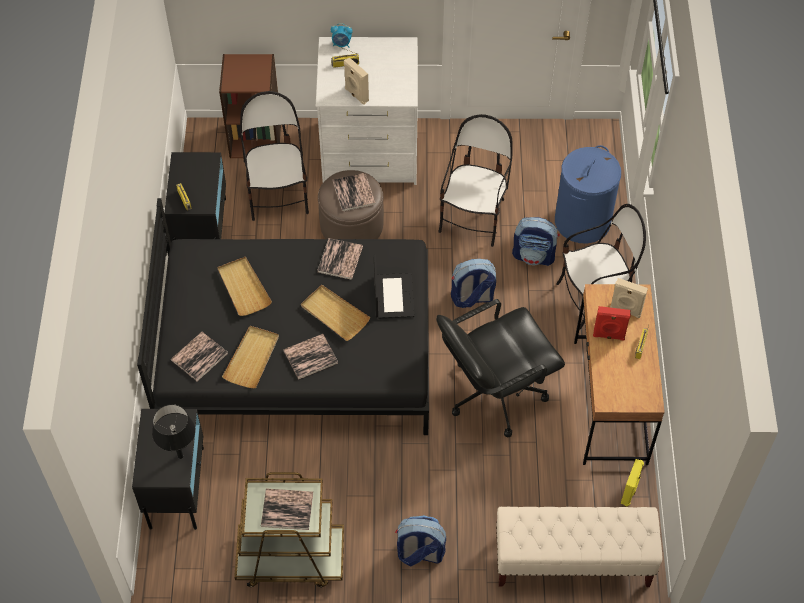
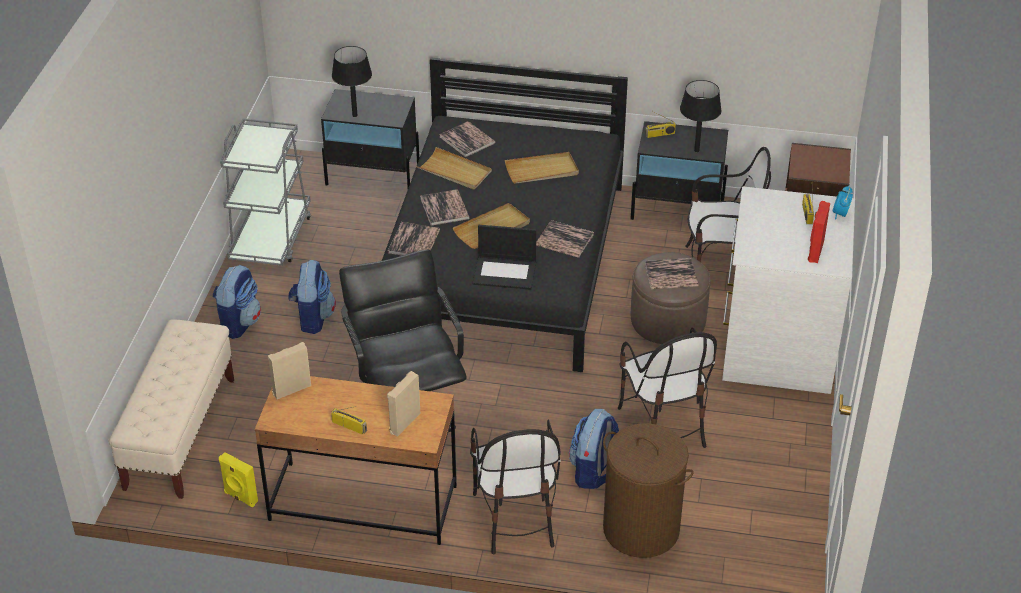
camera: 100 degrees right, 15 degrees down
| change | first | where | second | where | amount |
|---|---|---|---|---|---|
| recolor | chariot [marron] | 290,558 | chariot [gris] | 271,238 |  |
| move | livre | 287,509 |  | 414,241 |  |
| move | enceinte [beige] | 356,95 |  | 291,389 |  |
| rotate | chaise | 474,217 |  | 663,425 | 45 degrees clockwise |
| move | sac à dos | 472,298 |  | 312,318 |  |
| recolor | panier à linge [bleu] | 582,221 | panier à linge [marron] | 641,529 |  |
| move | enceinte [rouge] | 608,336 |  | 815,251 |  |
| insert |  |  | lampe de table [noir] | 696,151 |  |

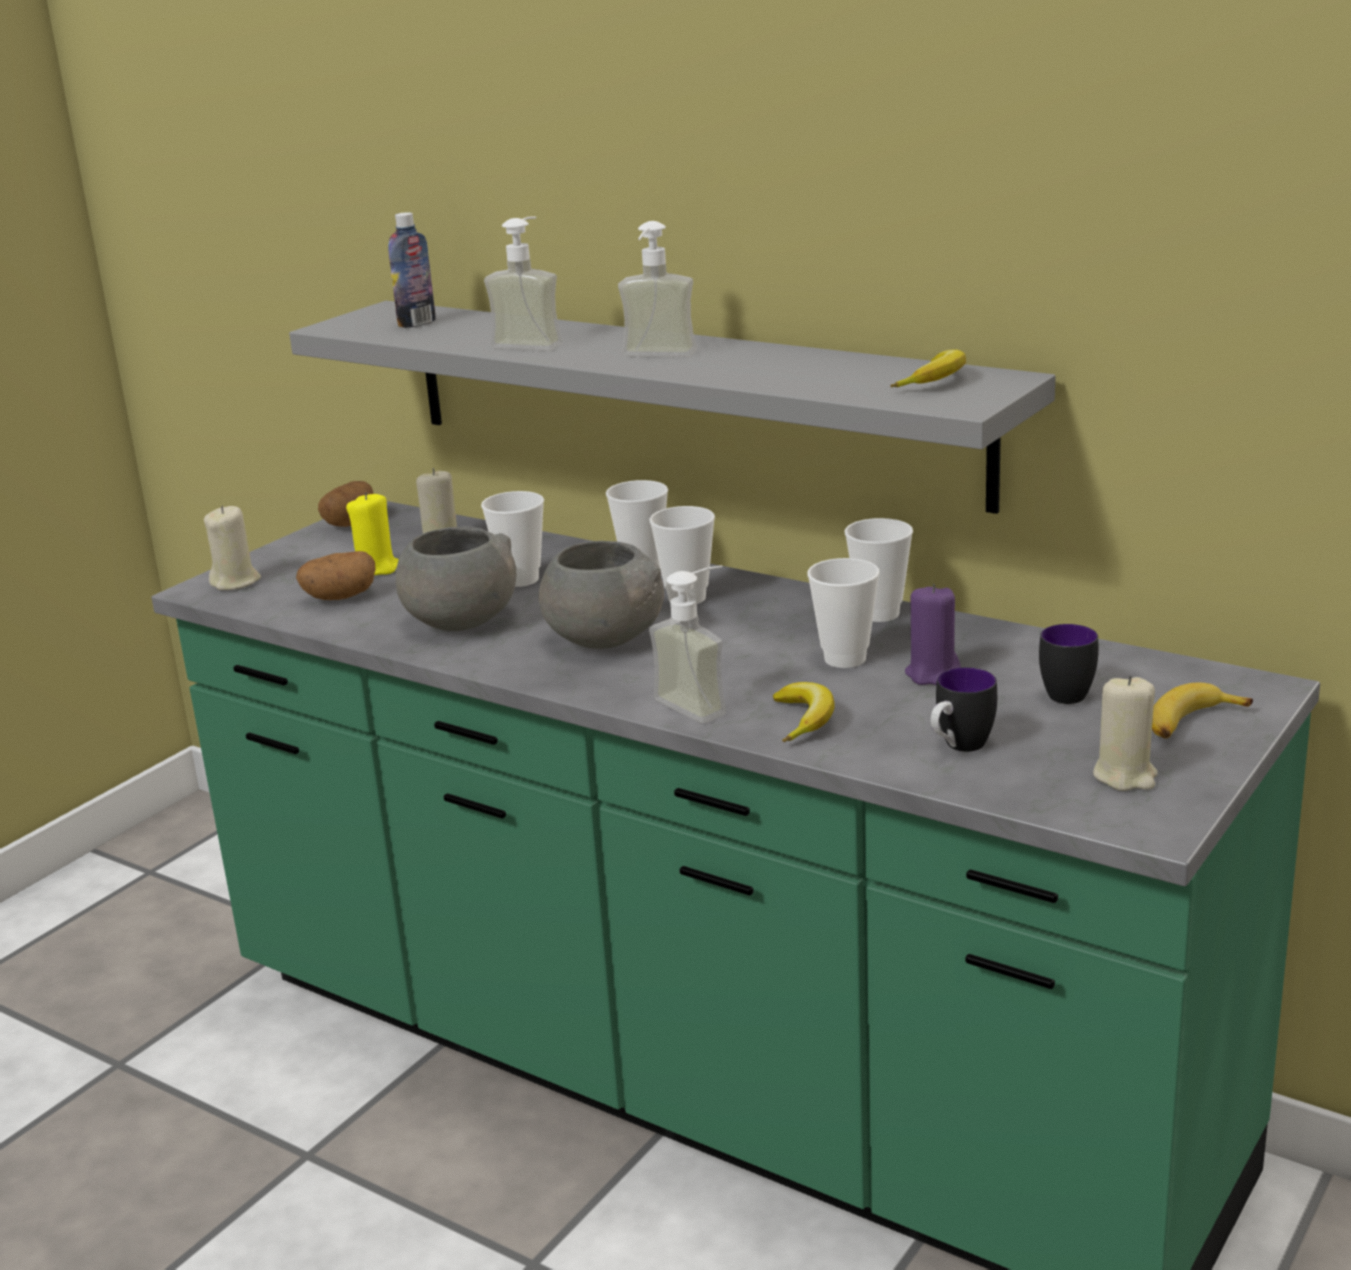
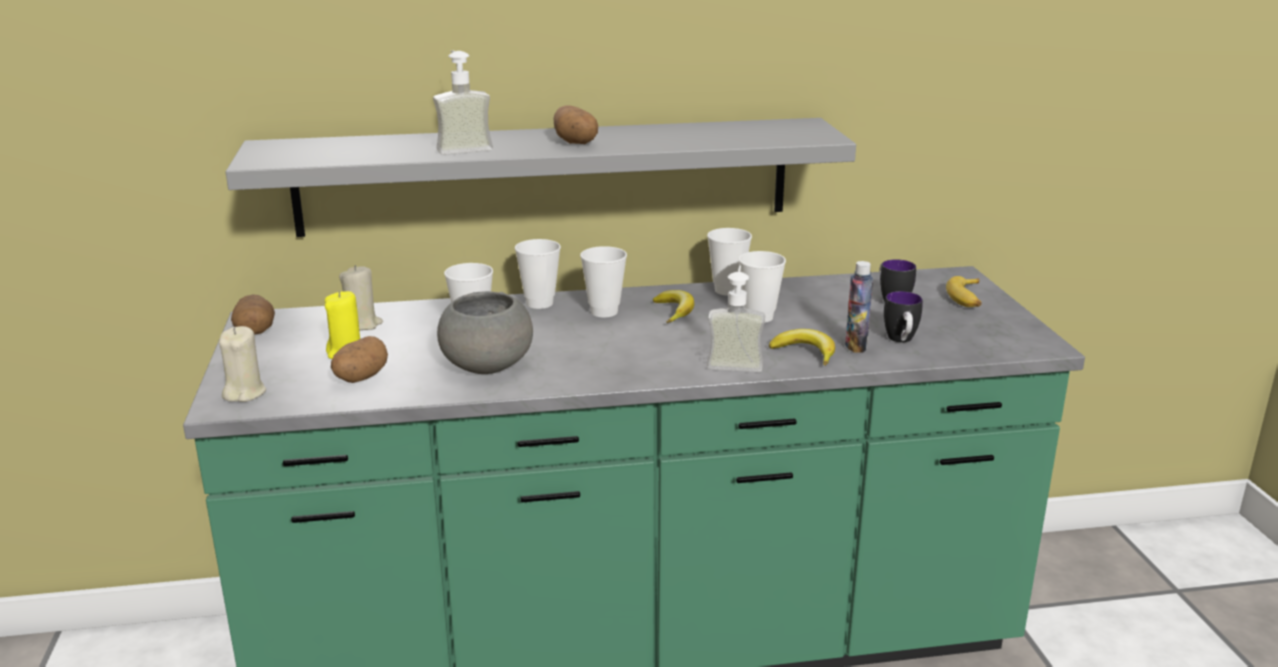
camera: 45 degrees left, 0 degrees up
| change | first | where | second | where | amount |
|---|---|---|---|---|---|
| move | bouteille | 417,323 |  | 856,346 |  |
| delete | bol [gris] | 603,639 |  |  |  |
| replace | distributeur de savon | 655,358 | pomme de terre | 576,143 |  |
| move | banane | 935,381 |  | 674,312 |  |
| delete | bougie [violet] | 933,674 |  |  |  |
| delete | bougie [beige] | 1125,776 |  |  |  |

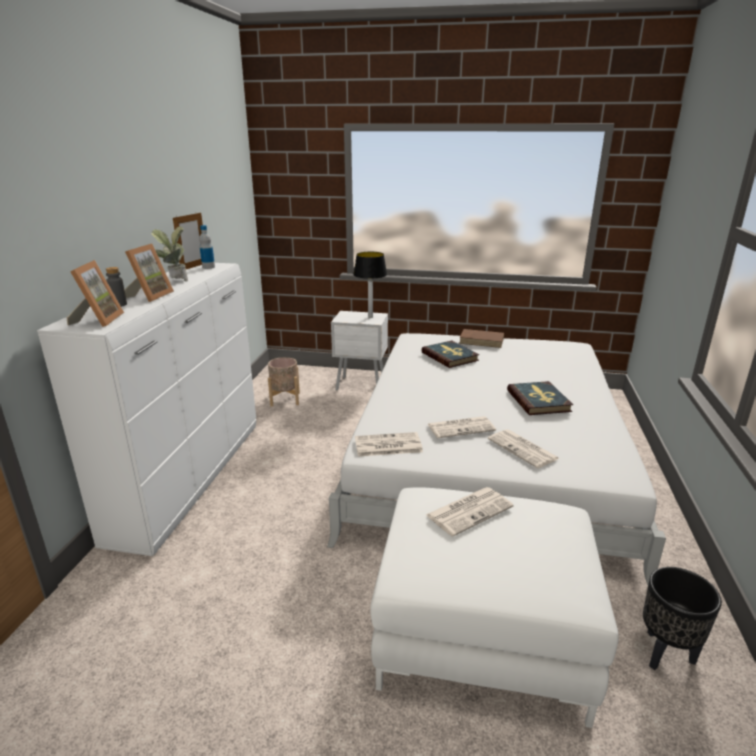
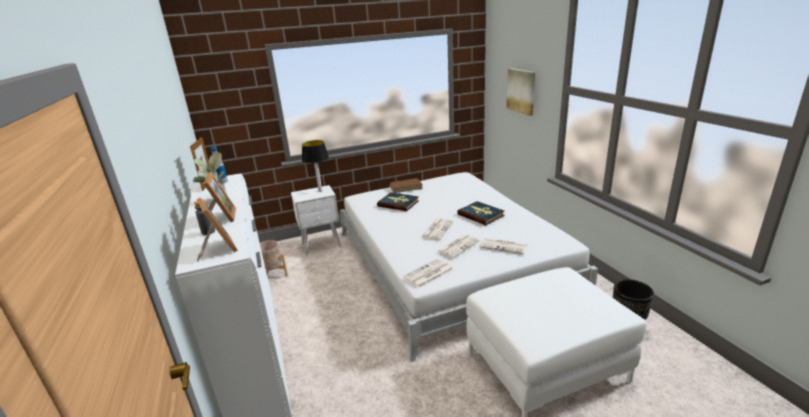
camera: 30 degrees left, 0 degrees up
| change | first | where | second | where | amount |
|---|---|---|---|---|---|
| move | journal | 470,510 |  | 437,229 |  |
| insert |  |  | tableau | 521,91 |  |

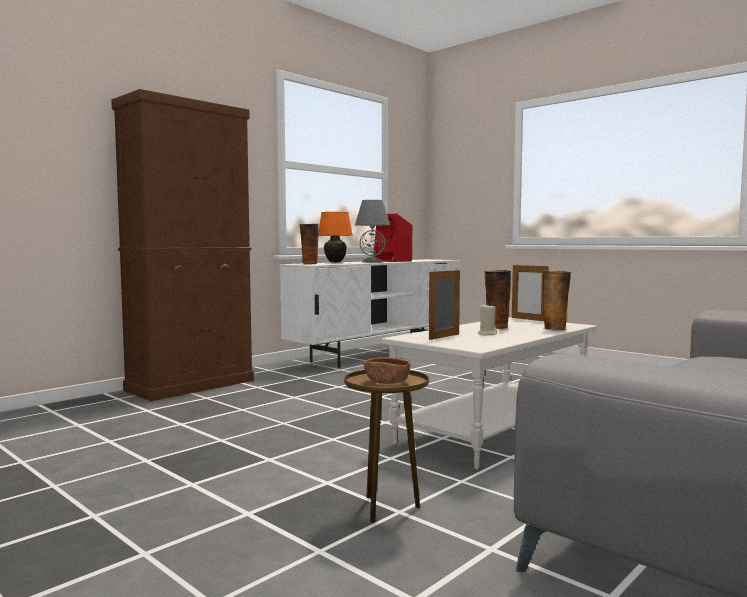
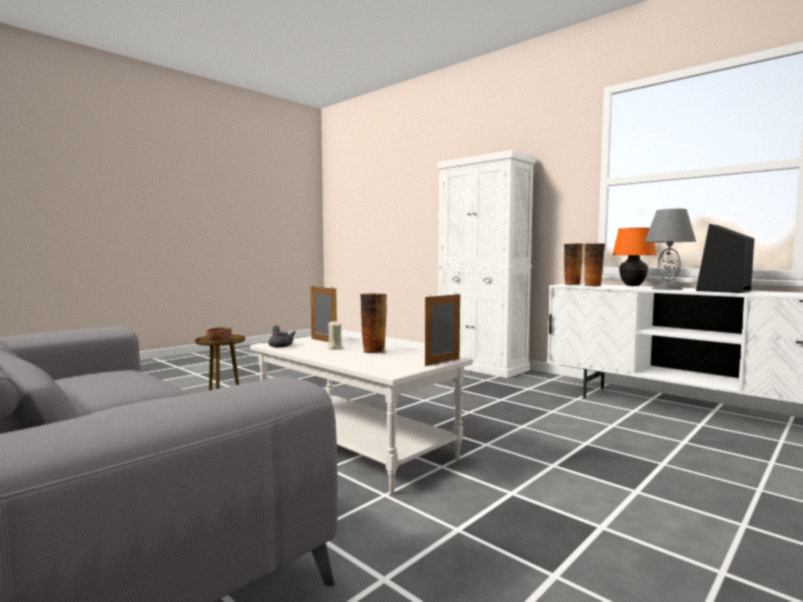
camera: 90 degrees right, 0 degrees up
| change | first | where | second | where | amount |
|---|---|---|---|---|---|
| recolor | meuble de rangement [marron] | 191,385 | meuble de rangement [blanc] | 482,367 |  |
| recolor | enceinte [rouge] | 393,261 | enceinte [noir] | 723,291 |  |
| move | vase | 555,329 |  | 593,286 |  |
| insert |  |  | théière [gris] | 280,345 |  |

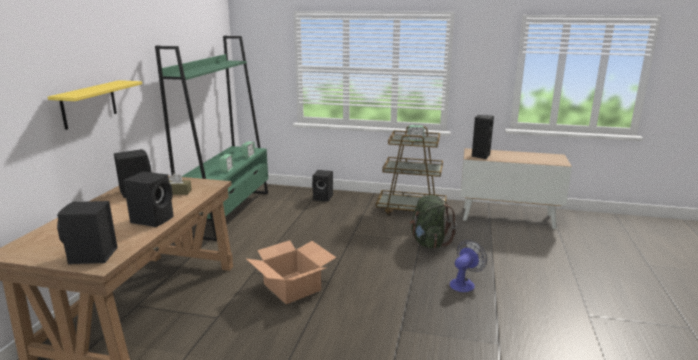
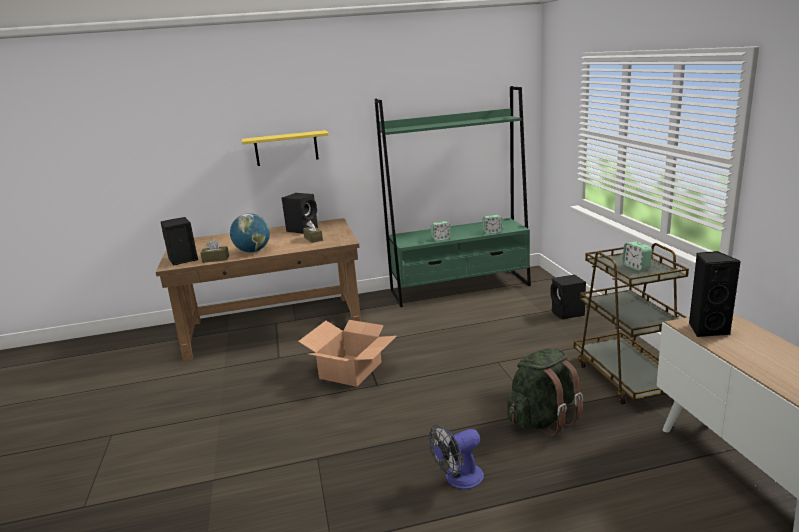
camera: 65 degrees right, 0 degrees up
| change | first | where | second | where | amount |
|---|---|---|---|---|---|
| replace | enceinte [noir] | 153,219 | globe | 253,251 |  |
| rotate | ventilateur | 464,283 |  | 458,479 | 135 degrees clockwise |
| insert |  |  | boîte à mouchoirs [marron] | 215,259 |  |

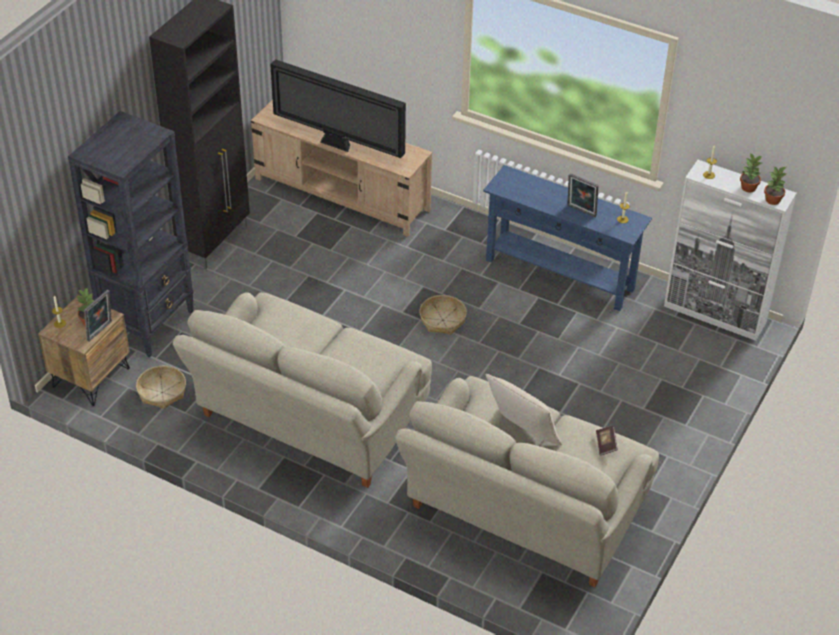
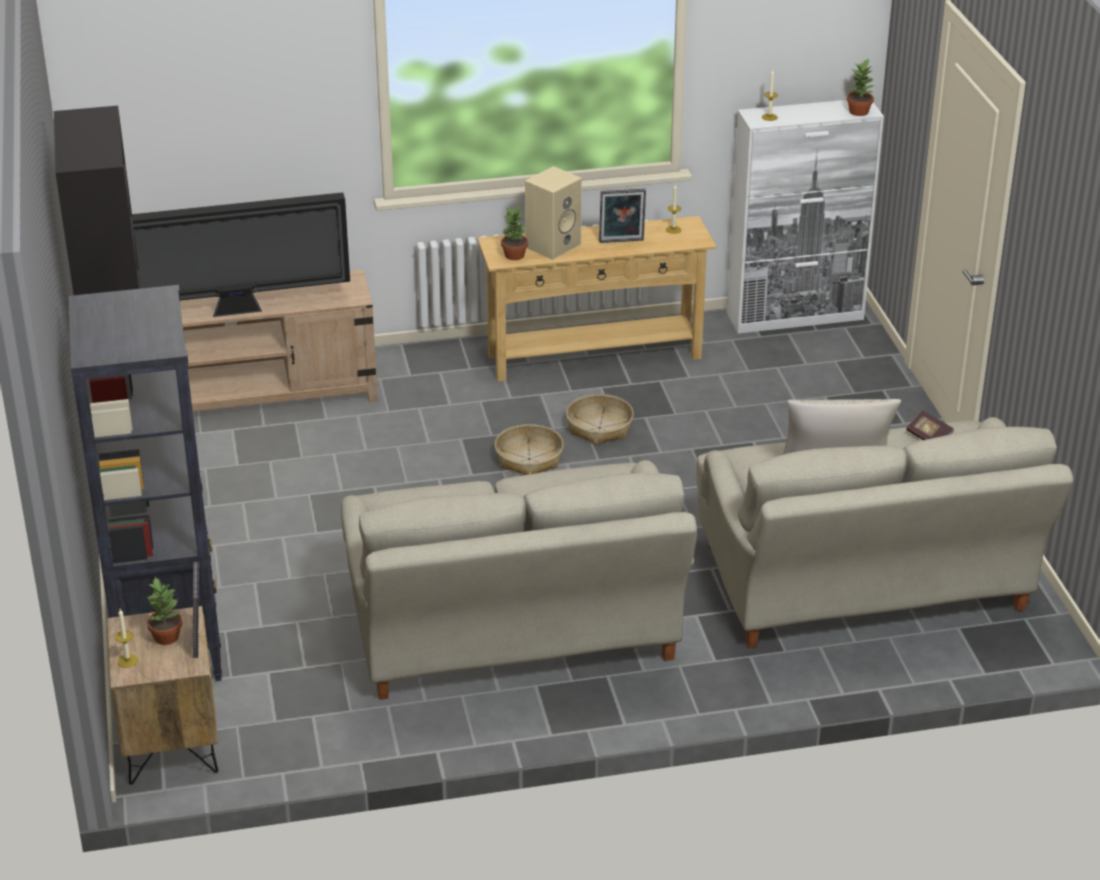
camera: 40 degrees left, 10 degrees down
| change | first | where | second | where | amount |
|---|---|---|---|---|---|
| move | panier | 162,392 |  | 599,428 |  |
| recolor | table console [bleu] | 560,274 | table console [beige] | 594,356 |  |
| move | plante en pot | 748,188 |  | 515,255 |  |
| insert |  |  | enceinte [beige] | 553,245 |  |

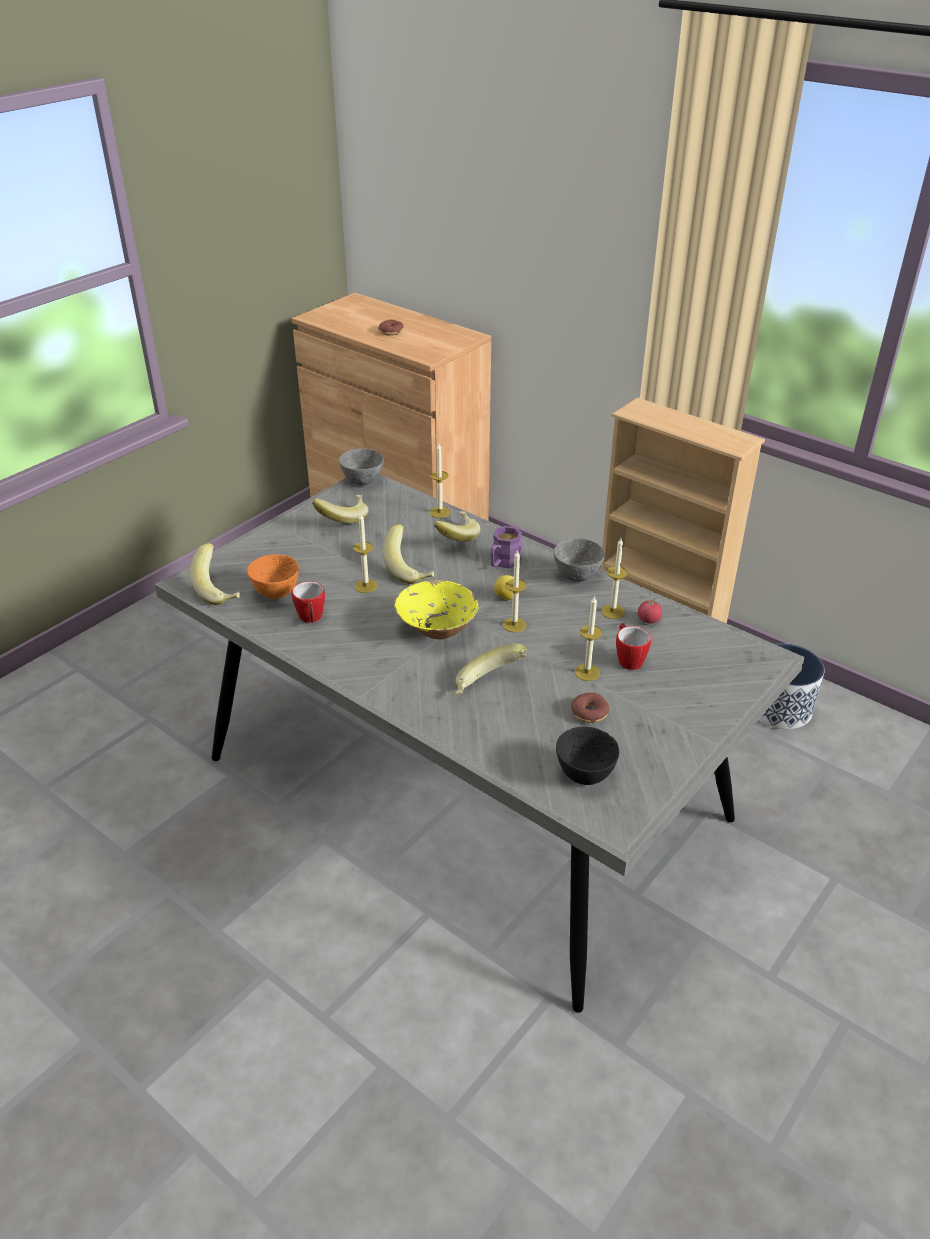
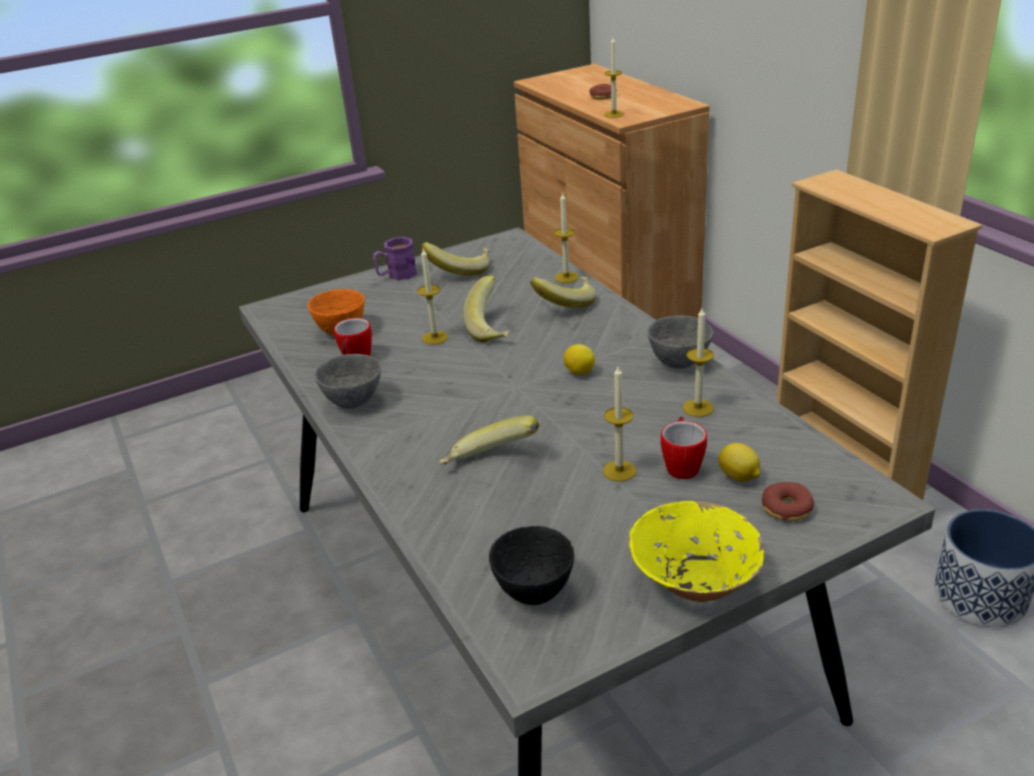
camera: 25 degrees right, 5 degrees down
| change | first | where | second | where | amount |
|---|---|---|---|---|---|
| delete | banane | 220,590 |  |  |  |
| move | bol [gris] | 362,481 |  | 353,401 |  |
| move | bol [jaune] | 437,629 |  | 695,581 |  |
| move | mug [violet] | 503,563 |  | 396,275 |  |
| move | bougie | 514,625 |  | 614,114 |  |
| move | beignet | 589,713 |  | 786,508 |  |
| delete | tomate | 648,620 |  |  |  |
| insert |  |  | citron | 739,477 |  |

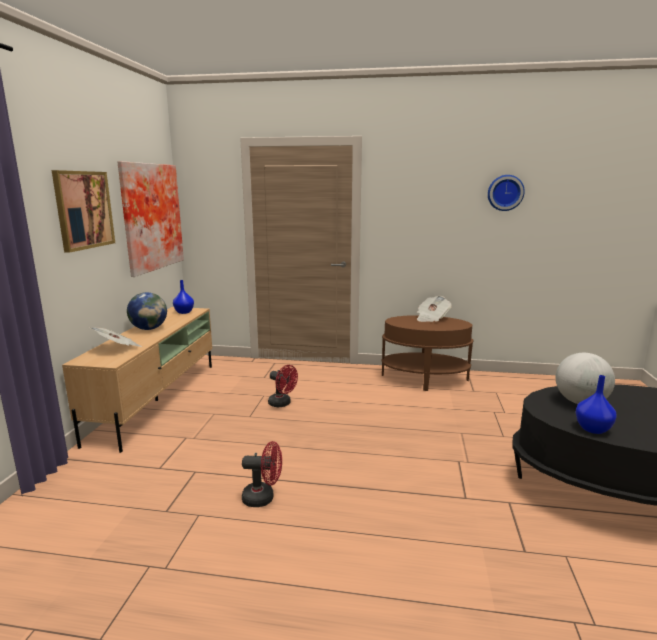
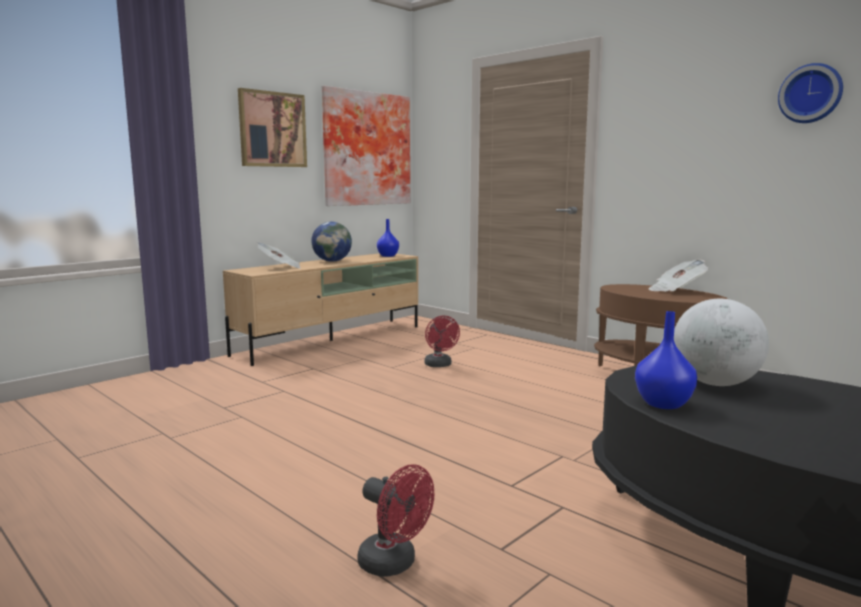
camera: 35 degrees right, 5 degrees down
| change | first | where | second | where | amount |
|---|---|---|---|---|---|
| move | ventilateur [rouge] | 263,498 |  | 394,564 |  |

